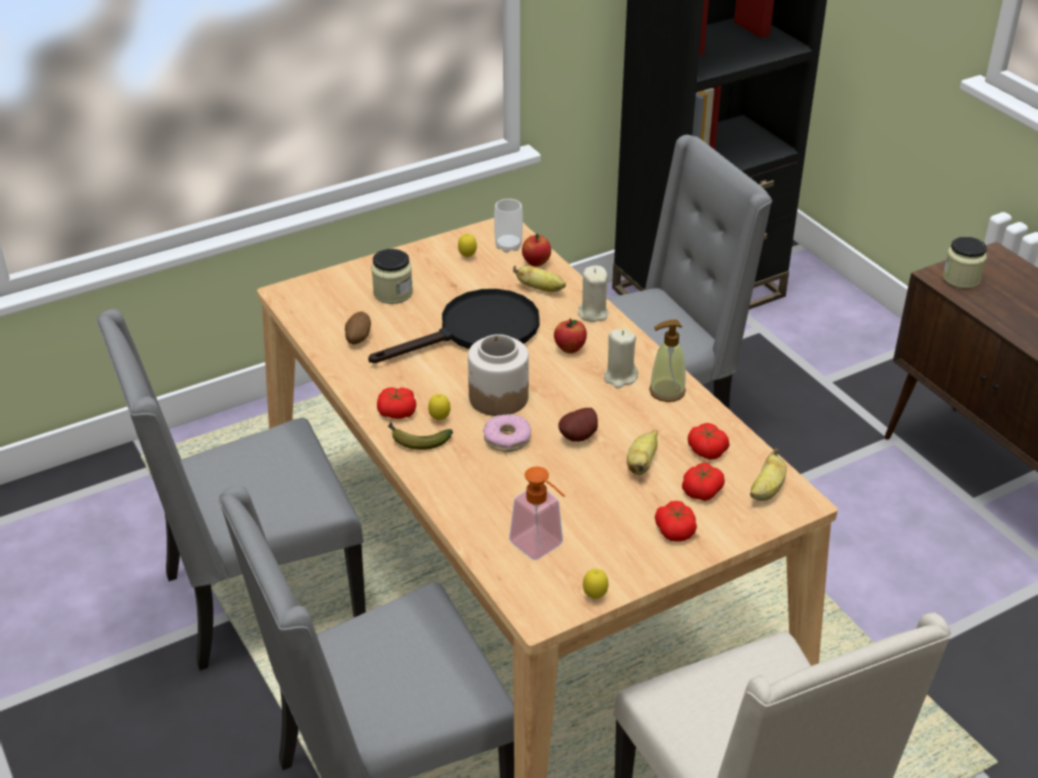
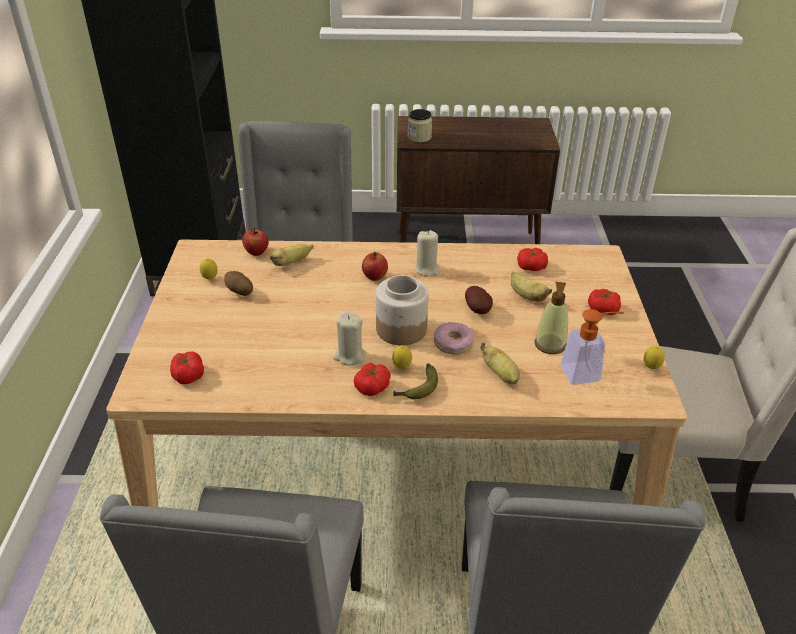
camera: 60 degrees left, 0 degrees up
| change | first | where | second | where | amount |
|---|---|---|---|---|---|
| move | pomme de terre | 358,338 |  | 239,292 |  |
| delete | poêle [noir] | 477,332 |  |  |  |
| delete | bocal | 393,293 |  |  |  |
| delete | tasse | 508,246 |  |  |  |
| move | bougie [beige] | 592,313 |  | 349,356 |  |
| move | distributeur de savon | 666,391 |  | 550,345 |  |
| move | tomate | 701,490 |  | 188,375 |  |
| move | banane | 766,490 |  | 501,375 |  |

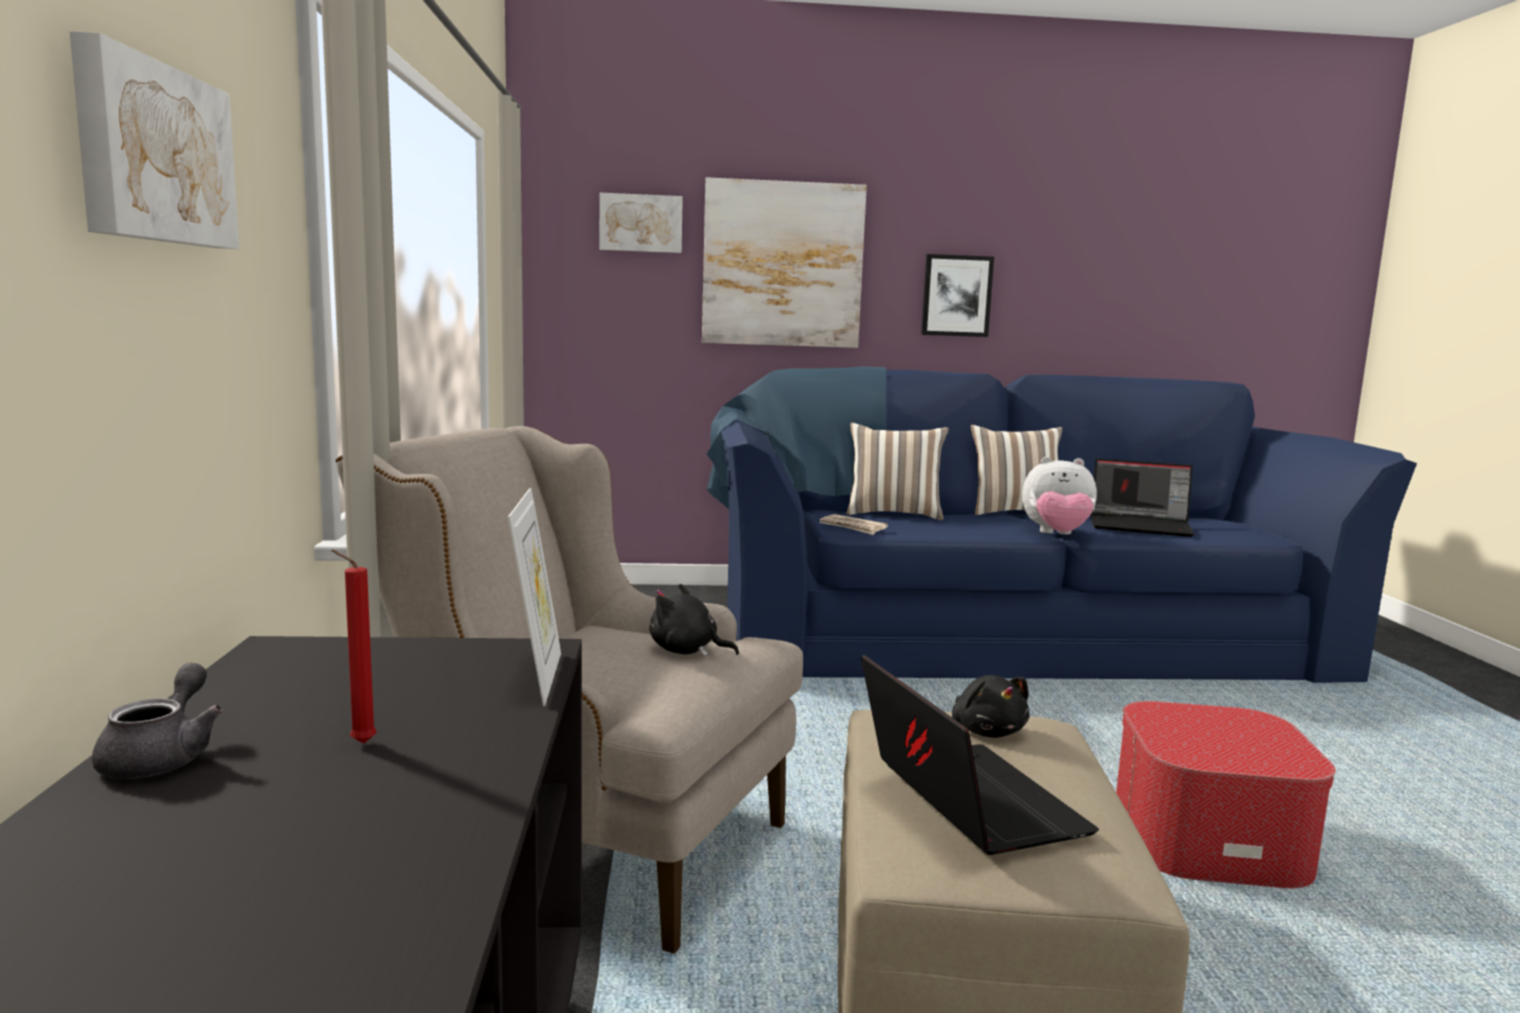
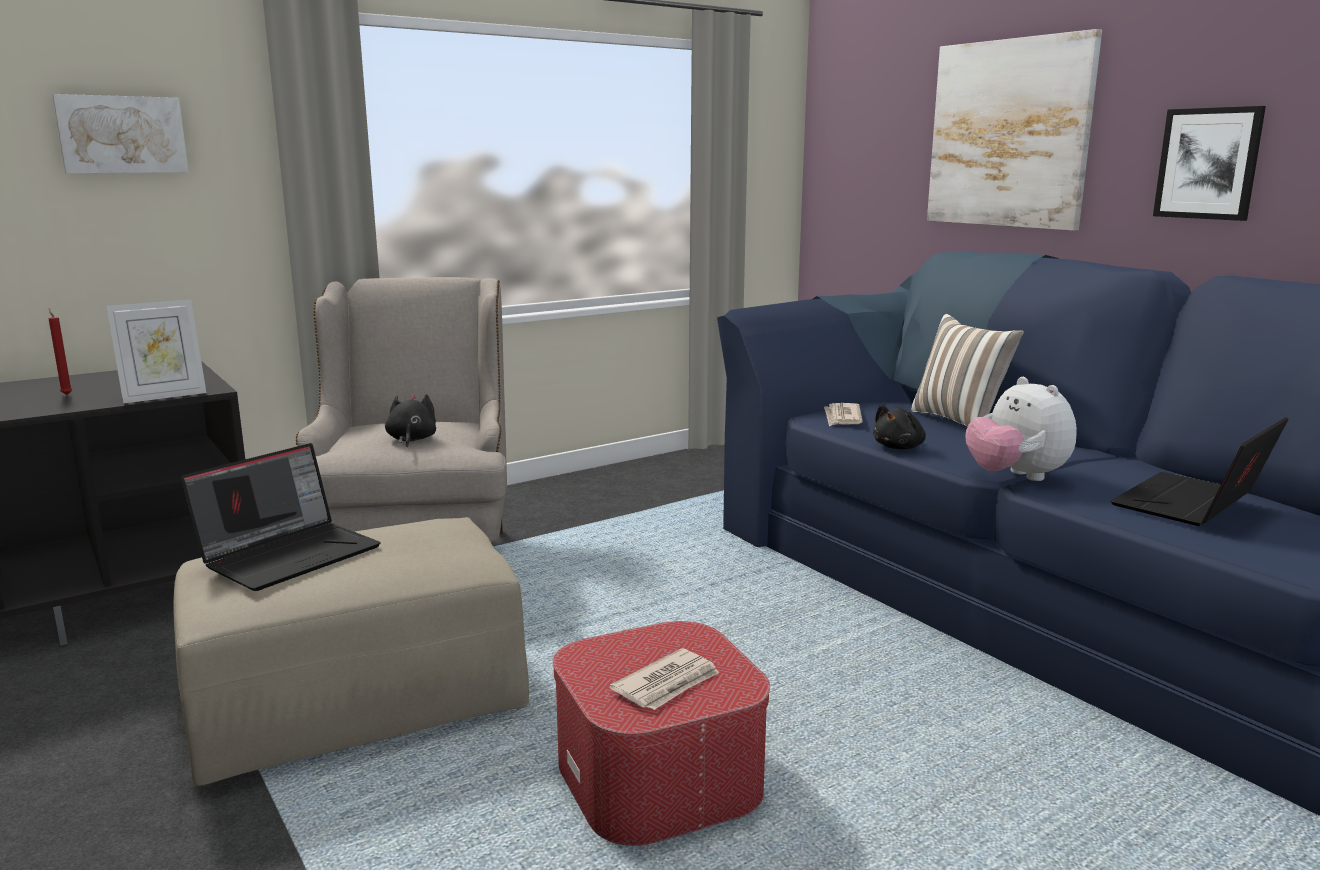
camera: 60 degrees right, 5 degrees up
| change | first | where | second | where | amount |
|---|---|---|---|---|---|
| delete | théière [gris] | 163,756 |  |  |  |
| delete | tableau | 641,223 |  |  |  |
| move | peluche [noir] | 987,731 |  | 899,447 |  |
| delete | coussin | 1014,512 |  |  |  |
| rotate | ordinateur portable | 1141,526 |  | 1192,504 | 60 degrees clockwise |
| insert |  |  | journal | 668,684 |  |

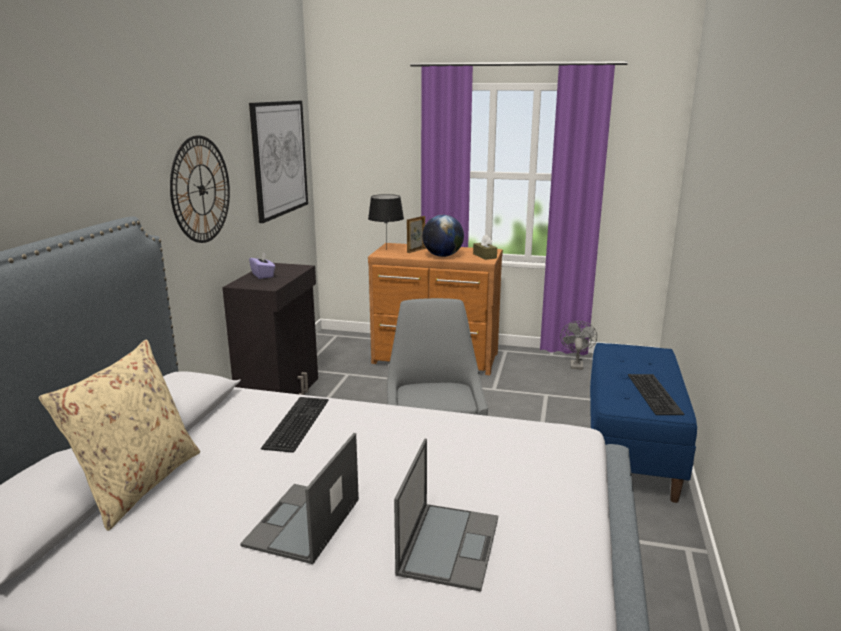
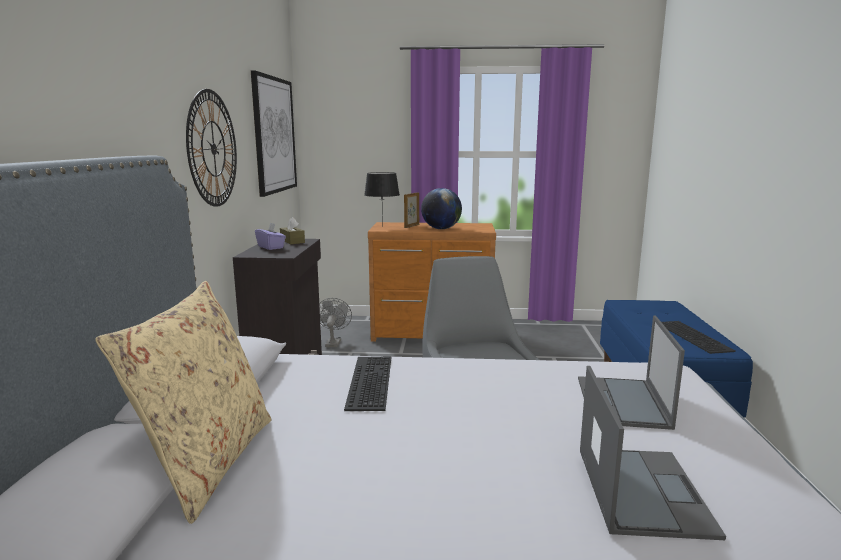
camera: 10 degrees left, 5 degrees down
| change | first | where | second | where | amount |
|---|---|---|---|---|---|
| move | ordinateur portable | 302,523 |  | 623,403 |  |
| move | boîte à mouchoirs [marron] | 484,256 |  | 292,241 |  |
| move | ventilateur [gris] | 576,364 |  | 333,342 |  |

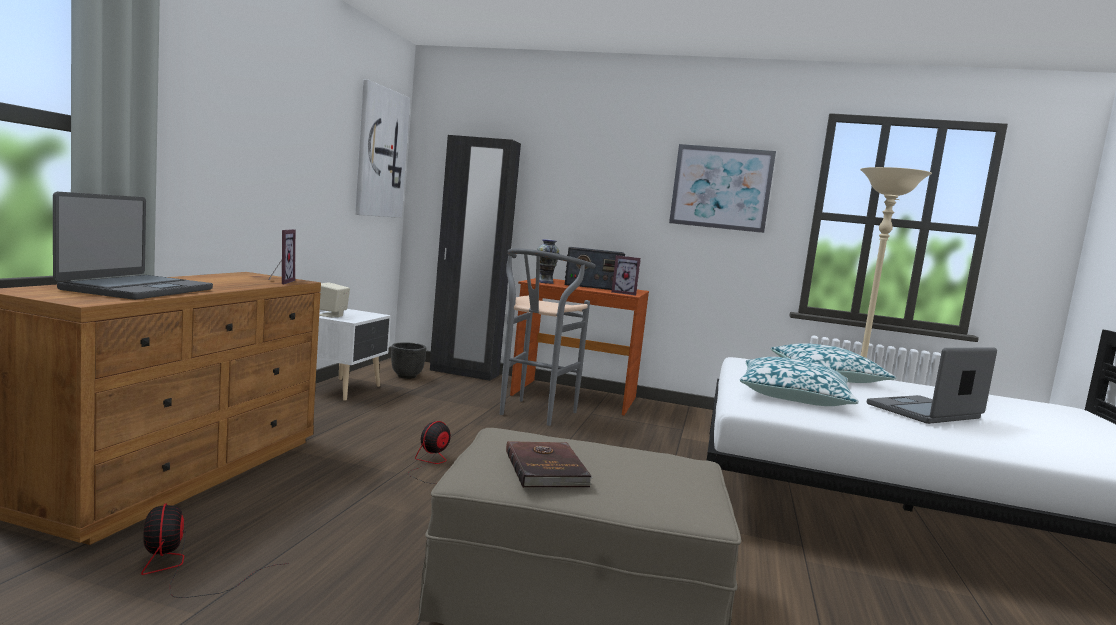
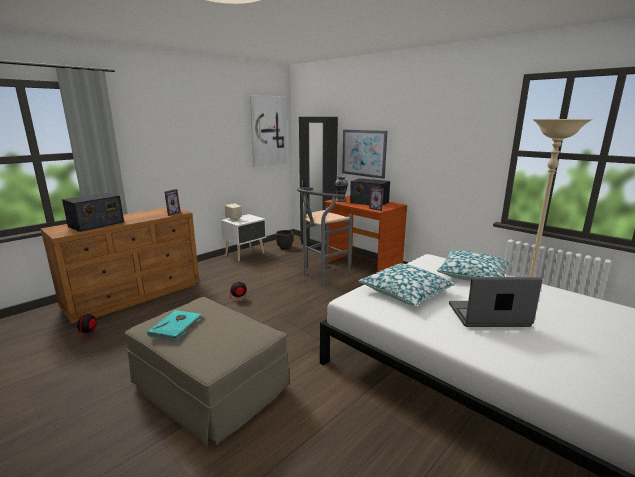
camera: 30 degrees right, 10 degrees up
| change | first | where | second | where | amount |
|---|---|---|---|---|---|
| replace | ordinateur portable | 137,289 | radio | 96,224 |  |
| recolor | livre [marron] | 547,468 | livre [turquoise] | 177,327 |  |
| move | tableau | 721,188 |  | 364,153 |  |

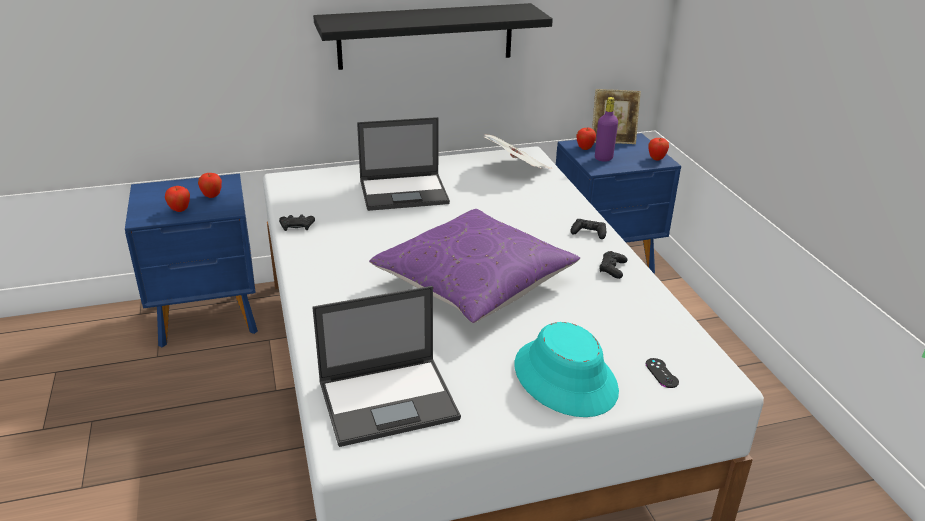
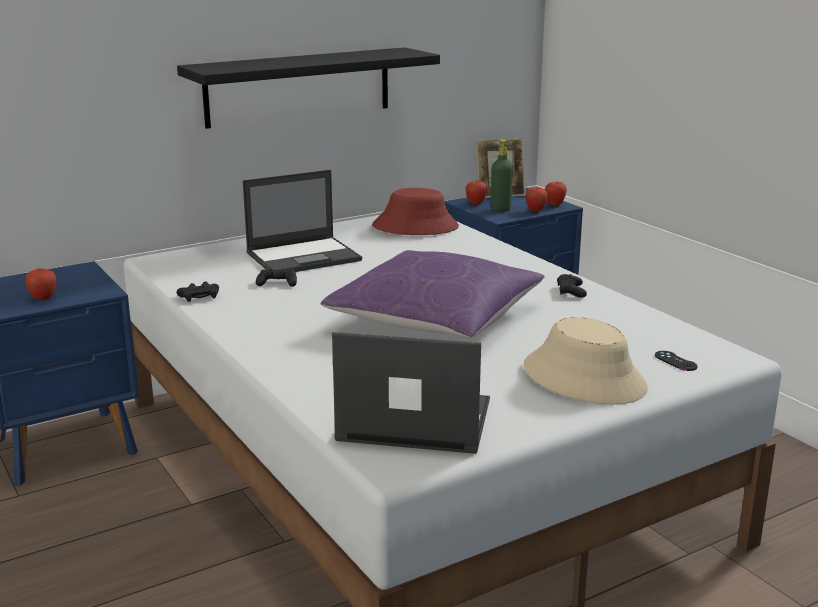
camera: 15 degrees left, 10 degrees down
| change | first | where | second | where | amount |
|---|---|---|---|---|---|
| move | pomme | 212,196 |  | 535,211 |  |
| rotate | ordinateur portable | 390,400 |  | 412,420 | 135 degrees counterclockwise |
| replace | journal | 517,169 | chapeau [rouge] | 415,227 |  |
| recolor | chapeau [turquoise] | 565,378 | chapeau [beige] | 584,378 |  |
| move | manette [noir] | 588,233 |  | 277,283 |  |
| recolor | bouteille [violet] | 603,158 | bouteille [vert] | 500,209 |  |

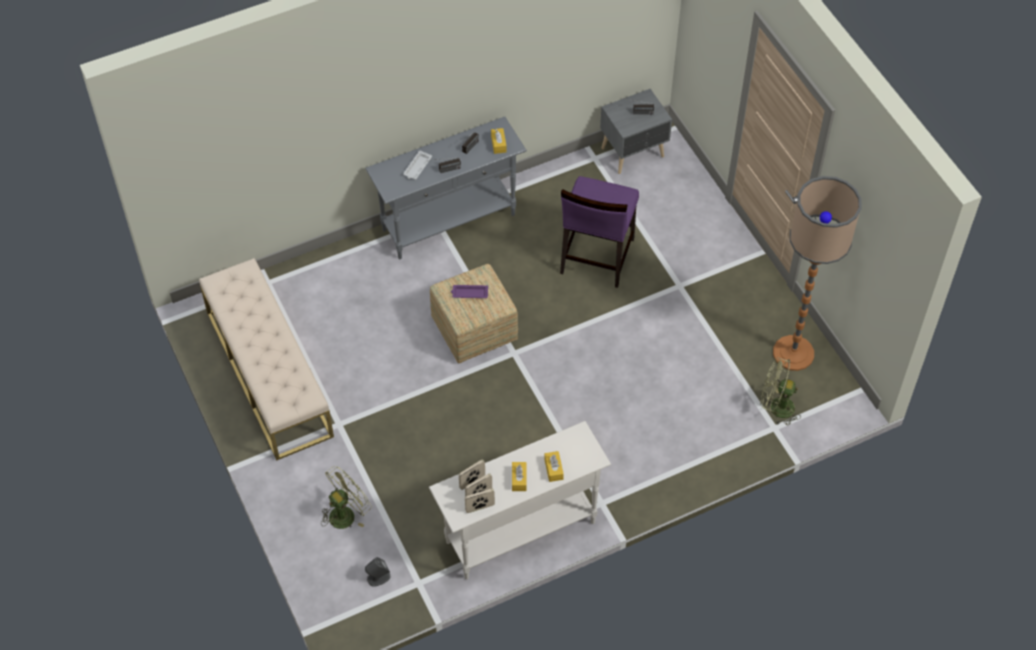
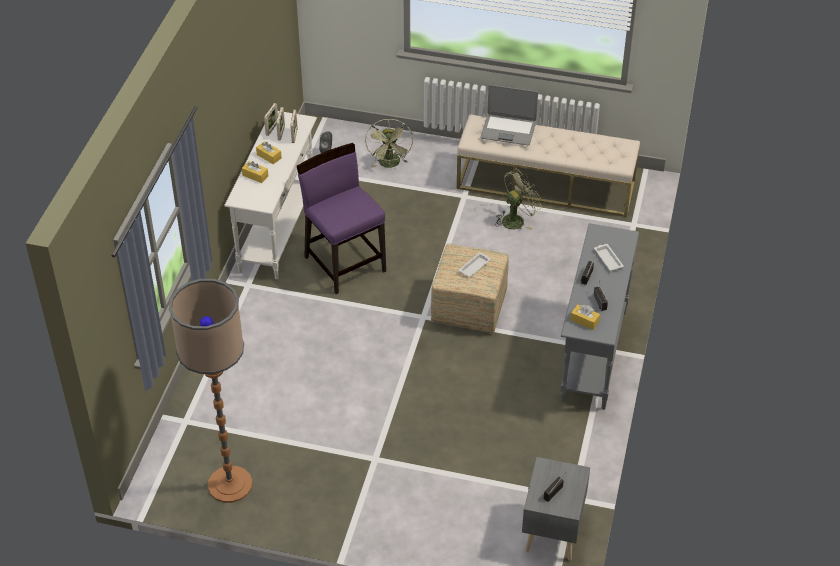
camera: 130 degrees right, 10 degrees down
| change | first | where | second | where | amount |
|---|---|---|---|---|---|
| recolor | plateau [violet] | 469,293 | plateau [blanc] | 475,266 |  |
| move | chaise [violet] | 596,256 |  | 345,263 |  |
| move | ventilateur [vert] | 776,407 |  | 516,219 |  |
| insert |  |  | ordinateur portable | 508,130 |  |

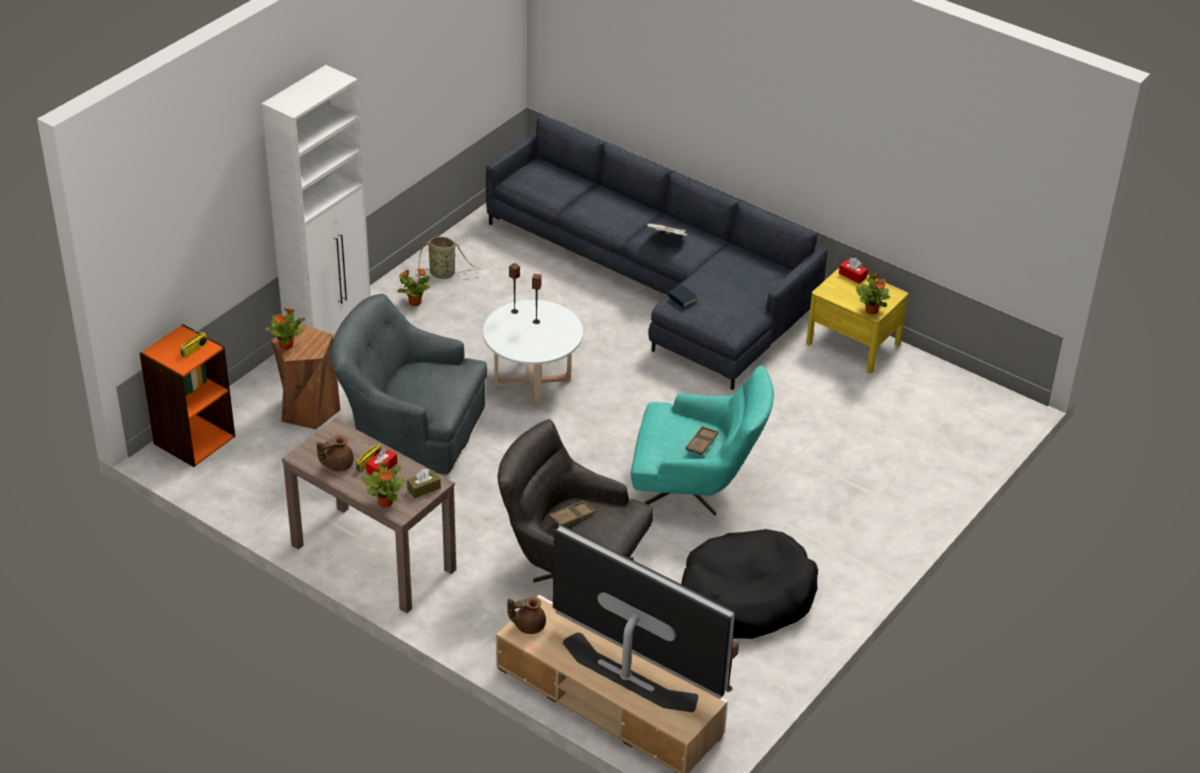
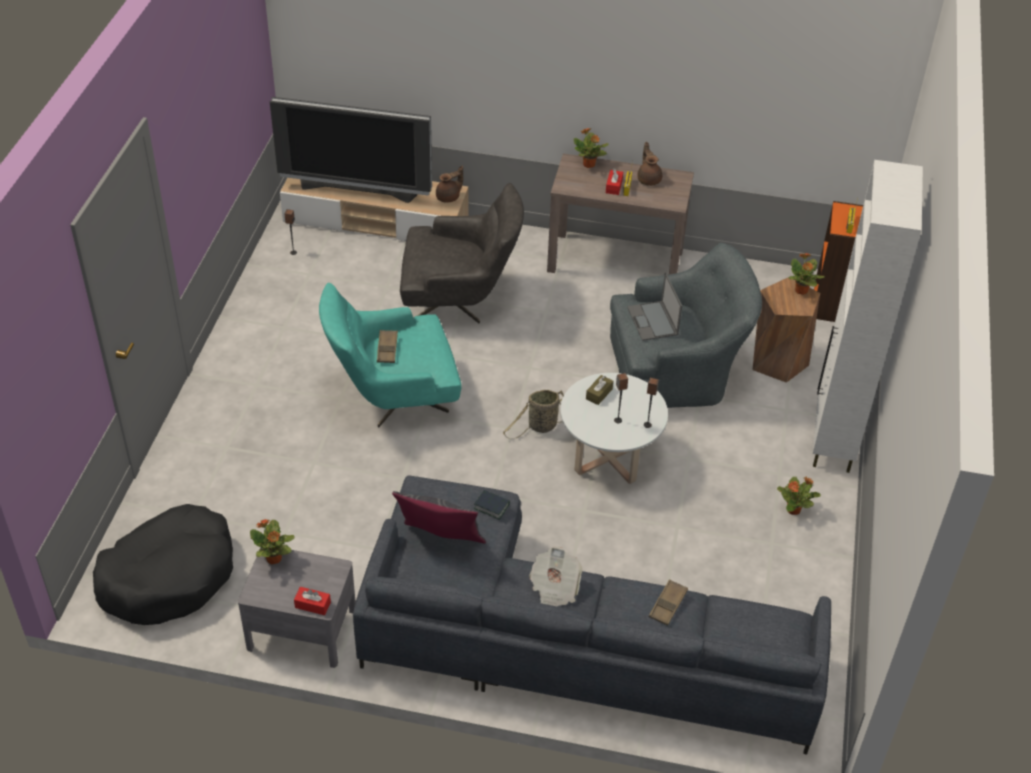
camera: 155 degrees right, 5 degrees up
| change | first | where | second | where | amount |
|---|---|---|---|---|---|
| rotate | théière [marron] | 337,465 |  | 649,179 | 45 degrees counterclockwise |
| move | boîte à mouchoirs [marron] | 424,488 |  | 599,394 |  |
| move | panier | 444,274 |  | 540,427 |  |
| move | plateau [marron] | 572,516 |  | 668,605 |  |
| move | panier pour chien [noir] | 745,598 |  | 169,576 |  |
| recolor | table de chevet [jaune] | 853,343 | table de chevet [gris] | 302,629 |  |
| insert |  |  | coussin [gris] | 440,543 |  |
| insert |  |  | ordinateur portable | 653,321 |  |

